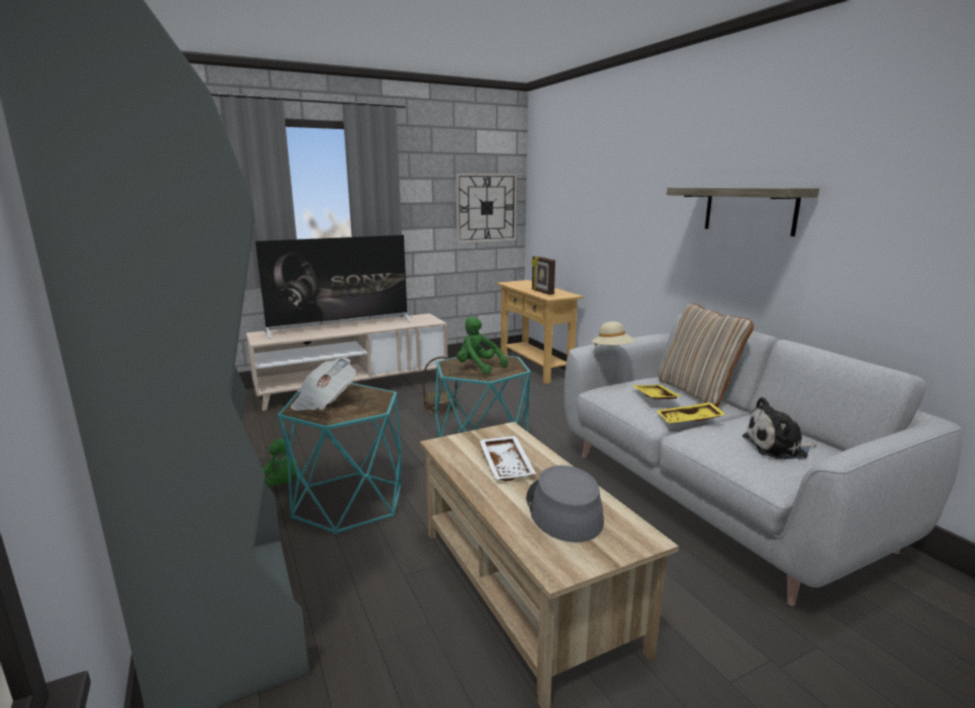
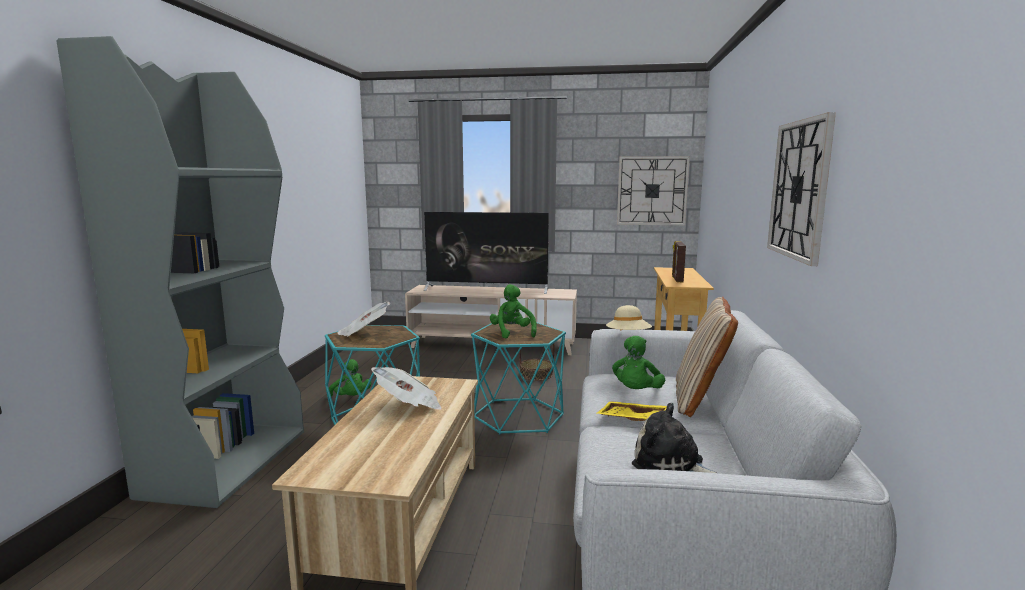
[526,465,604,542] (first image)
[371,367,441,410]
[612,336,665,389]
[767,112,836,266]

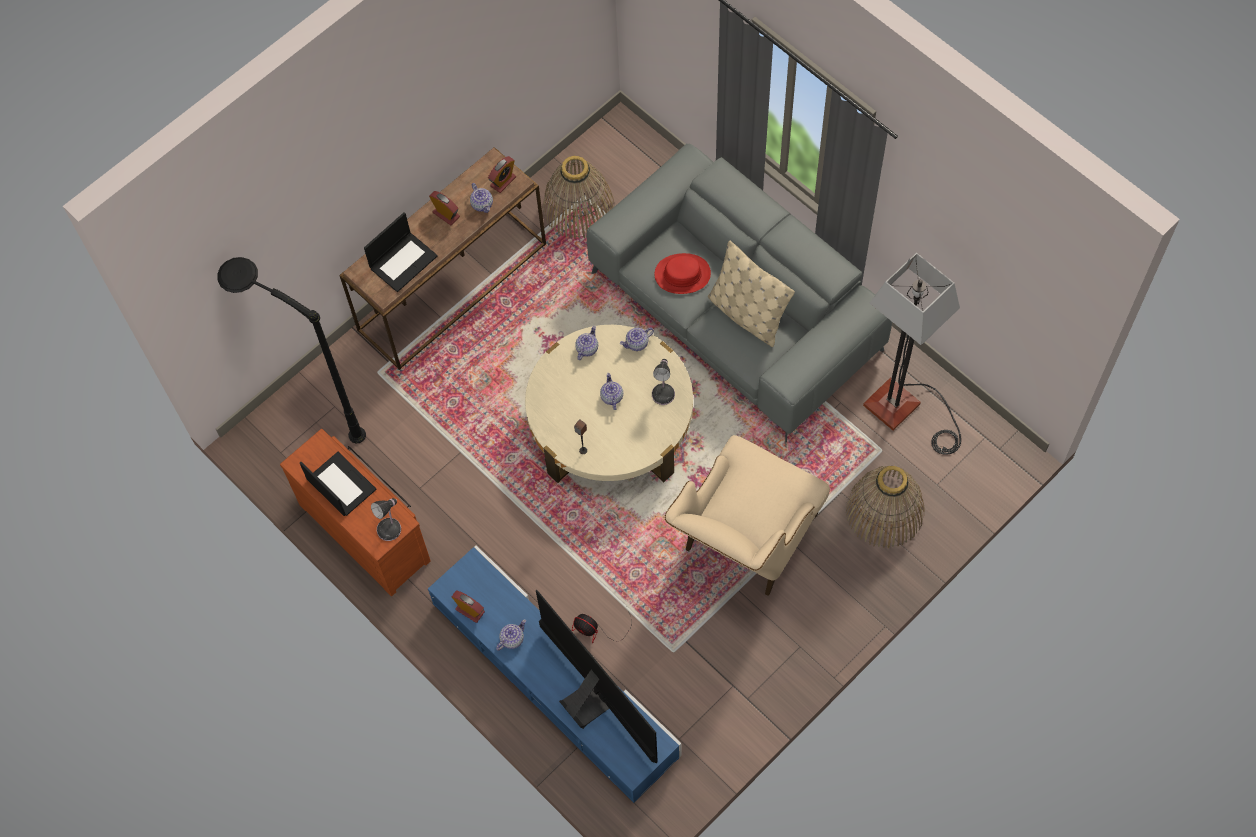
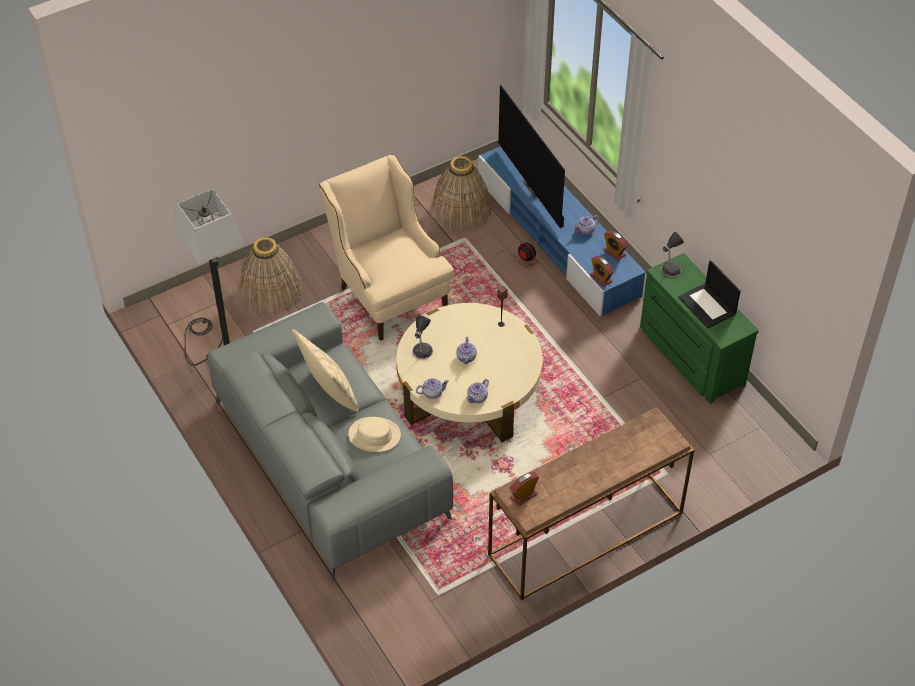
[217,257,366,443] (first image)
[364,212,438,292] (first image)
[470,183,493,213] (first image)
[590,256,614,287]
[431,156,491,232]
[640,253,758,404]
[348,417,401,452]
[319,155,453,341]

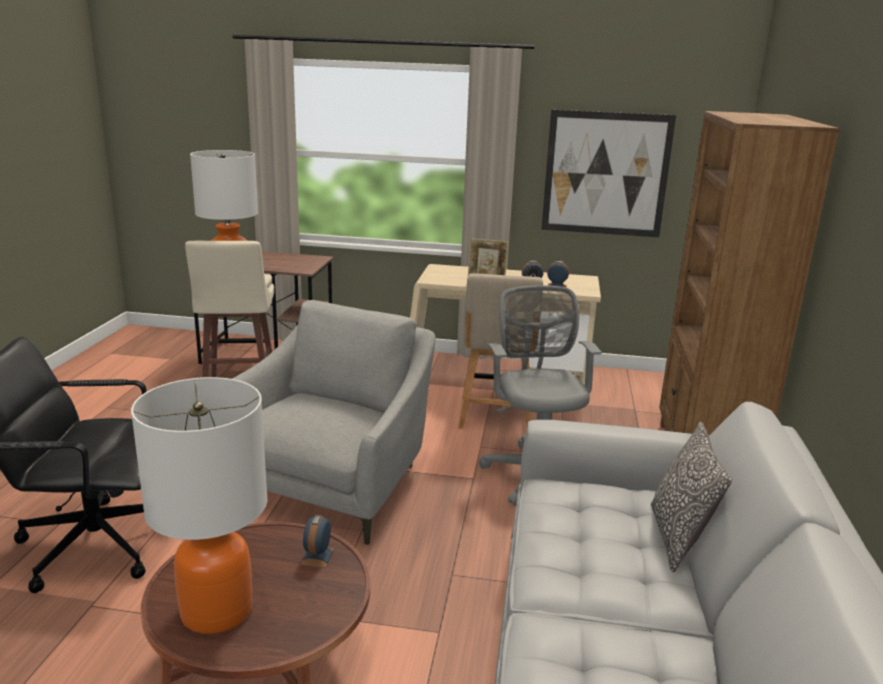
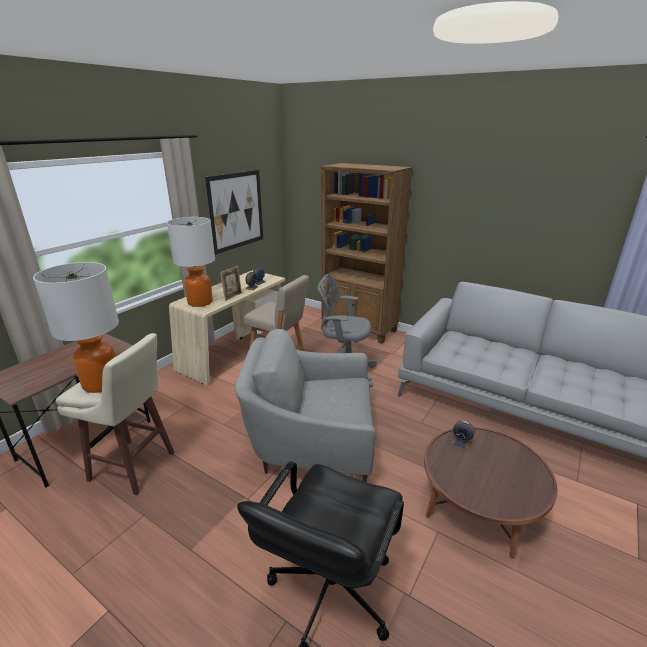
[651,422,732,572] (first image)
[167,217,215,307]
[235,329,376,482]

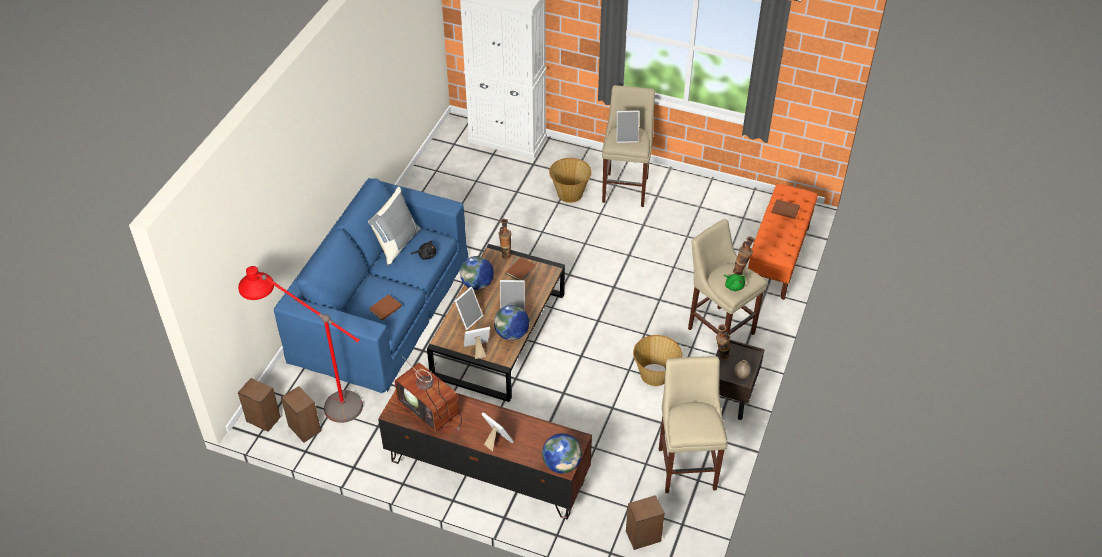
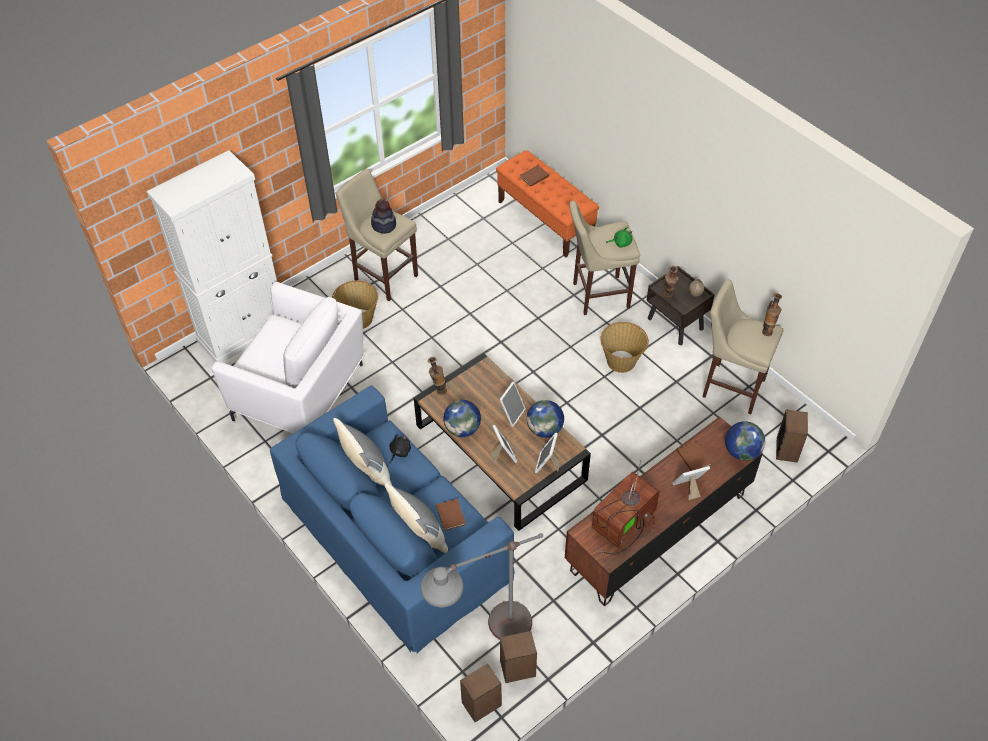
[211,282,364,434]
[385,483,448,553]
[677,441,712,471]
[762,293,782,336]
[371,199,396,234]
[421,533,543,640]
[592,460,660,554]

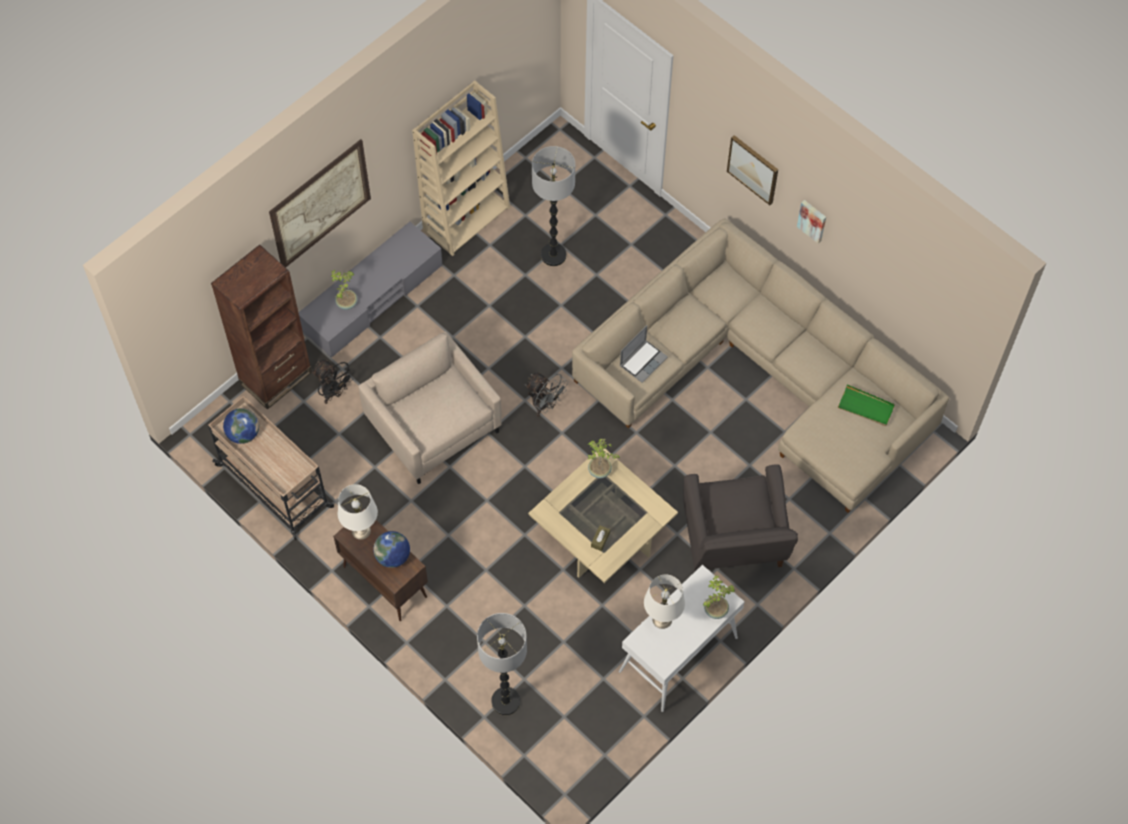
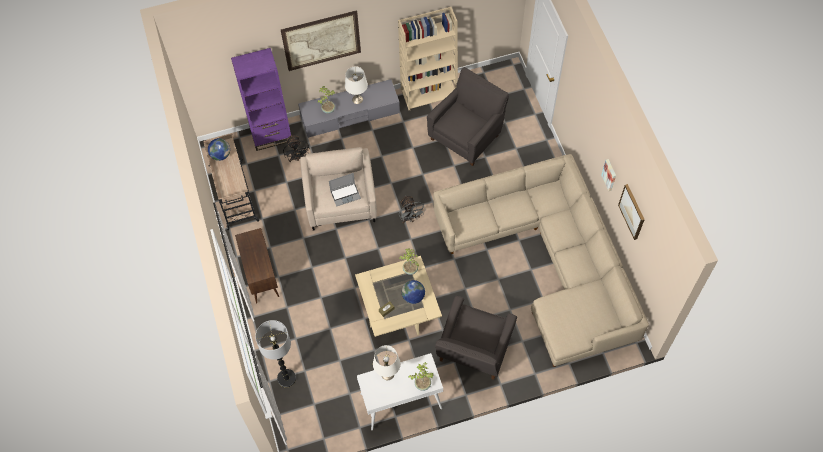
[837,384,895,426] (first image)
[345,66,368,104]
[402,280,425,304]
[329,173,361,207]
[618,184,645,240]
[427,67,509,166]
[231,48,291,151]

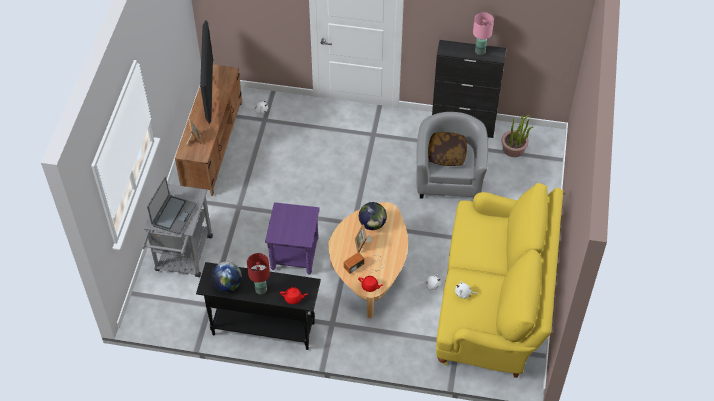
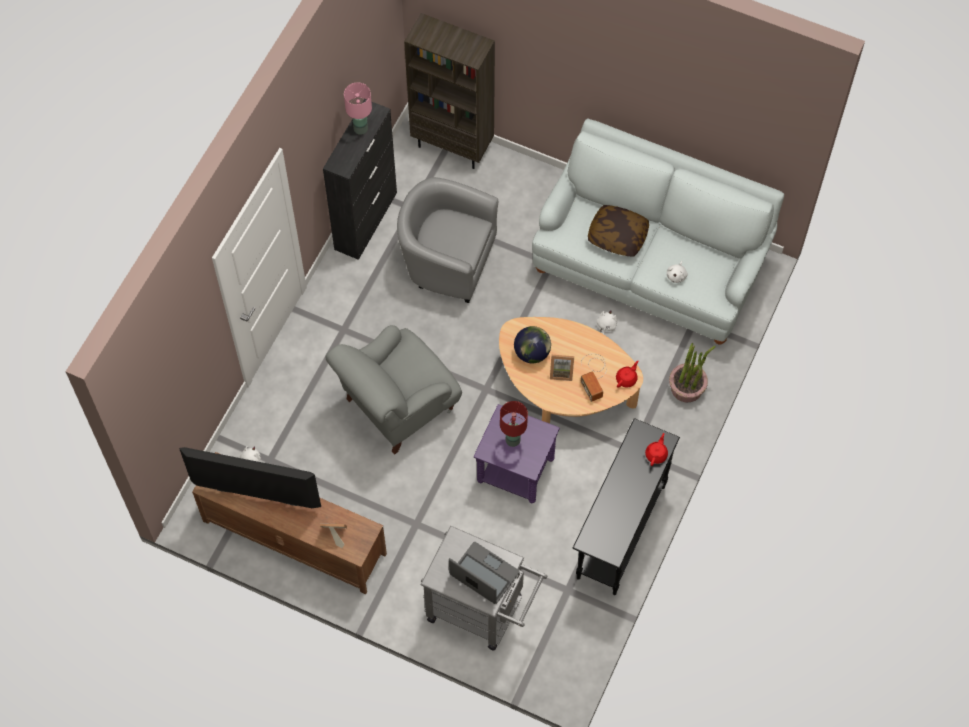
[211,261,242,292] (first image)
[325,325,462,455]
[404,13,495,169]
[500,401,528,447]
[588,205,649,257]
[669,343,716,402]
[532,119,784,344]

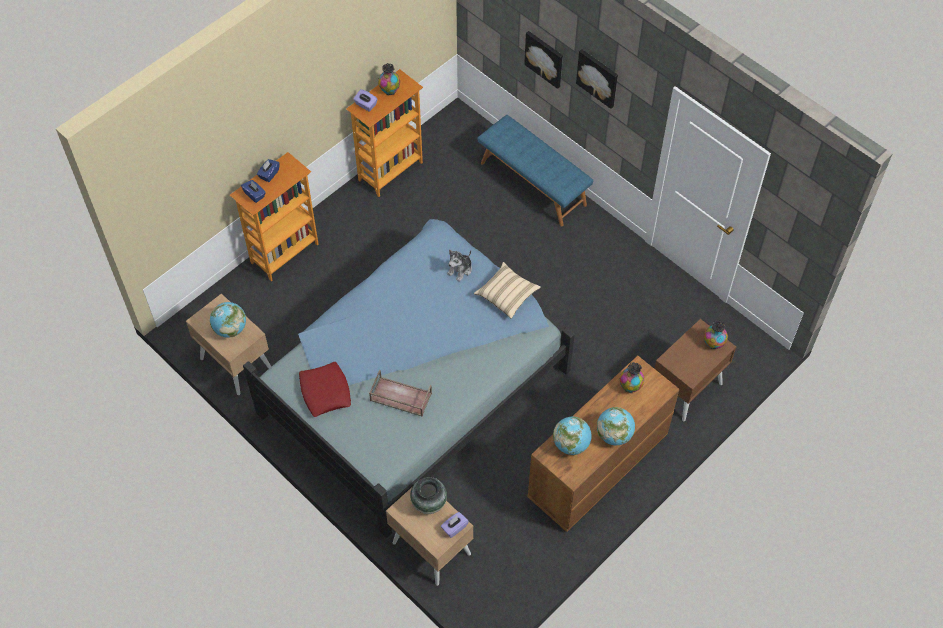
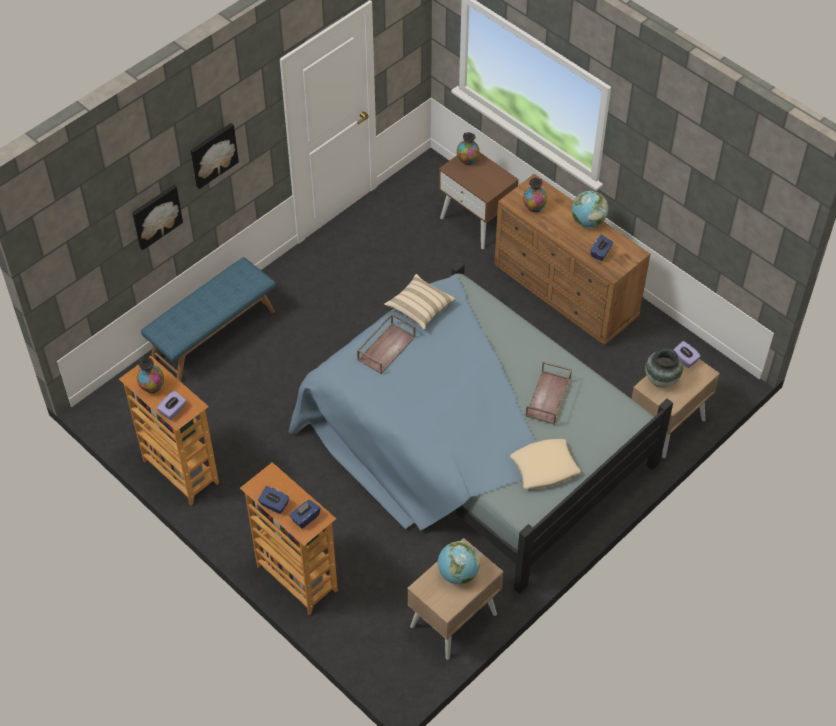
[357,314,416,374]
[590,235,613,261]
[510,439,581,489]

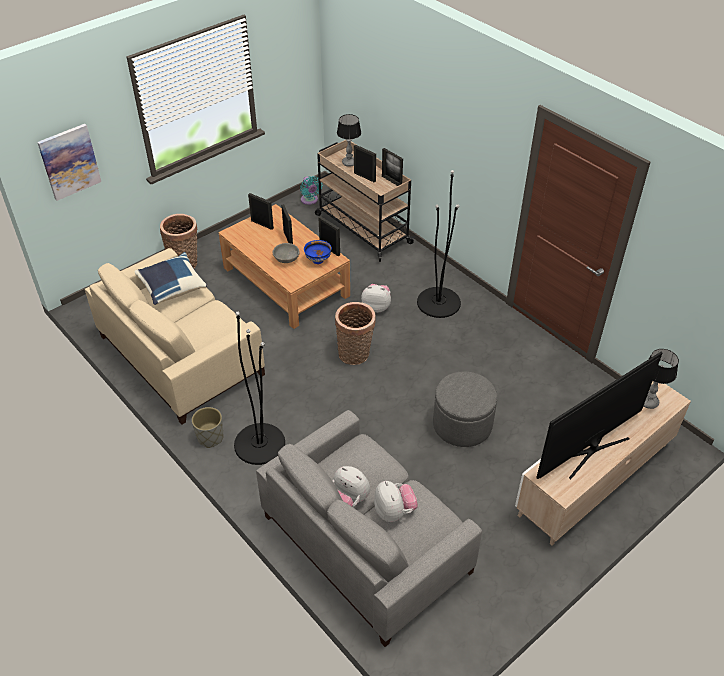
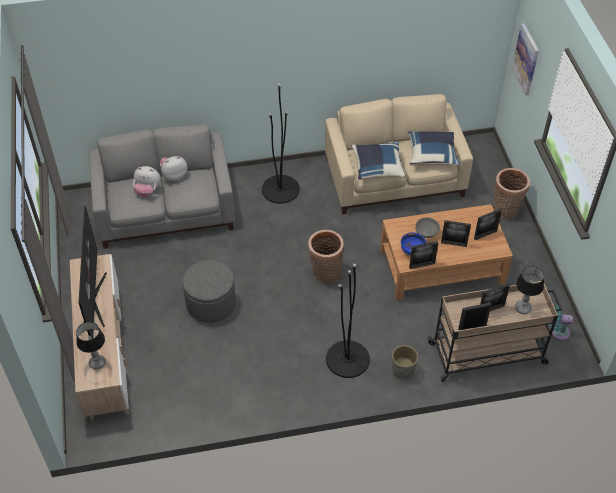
[361,284,391,313] (first image)
[352,141,406,180]
[392,345,418,379]

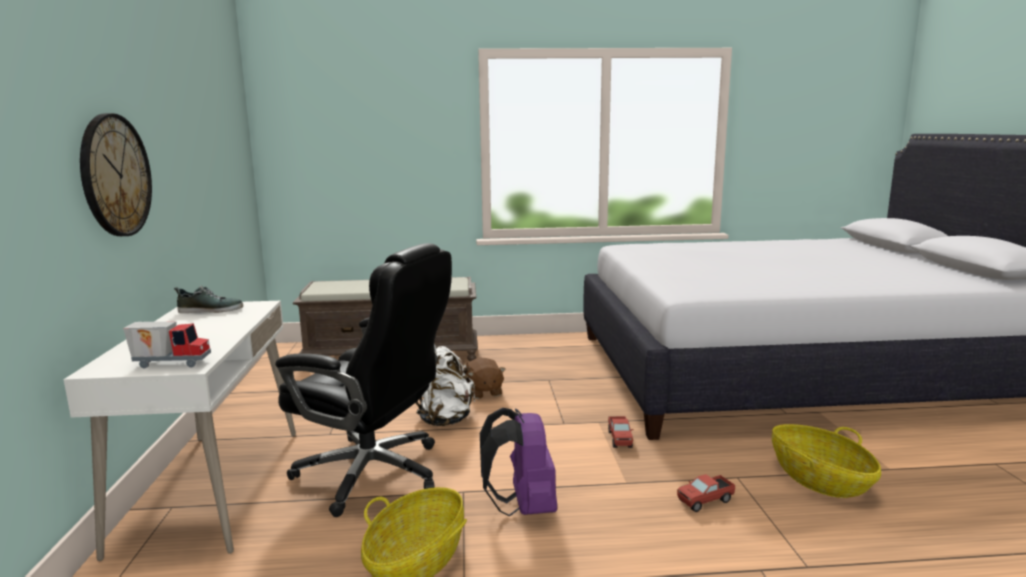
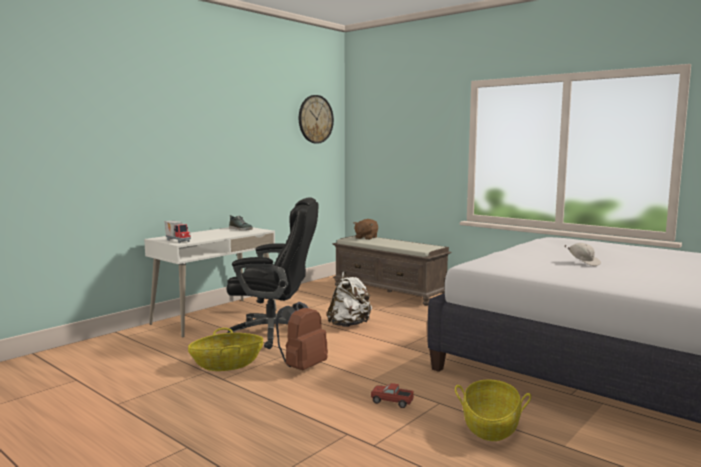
[608,416,633,448] (first image)
[565,243,601,266]
[299,95,334,143]
[354,219,378,240]
[276,302,328,370]
[226,197,319,349]

